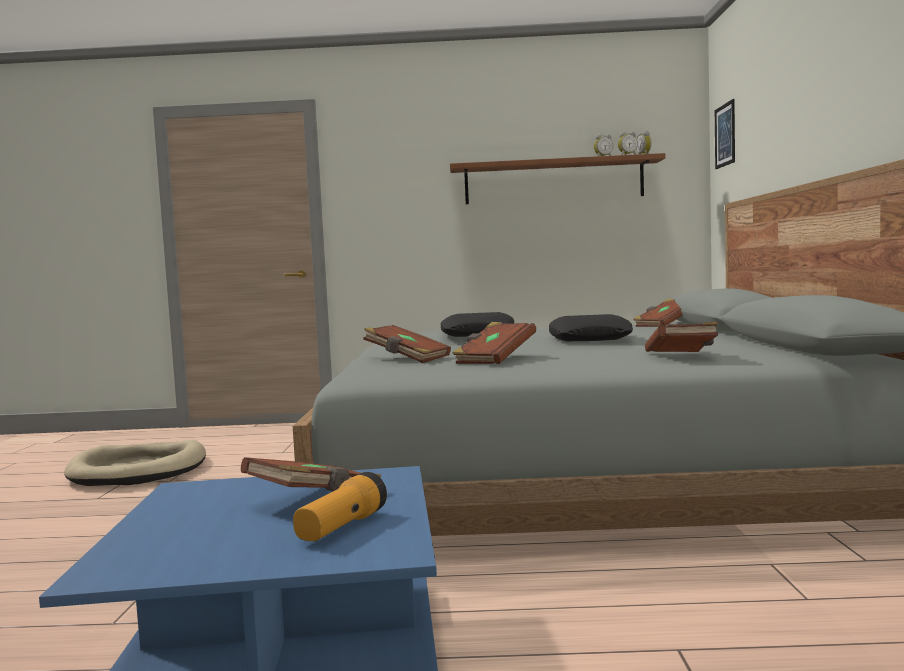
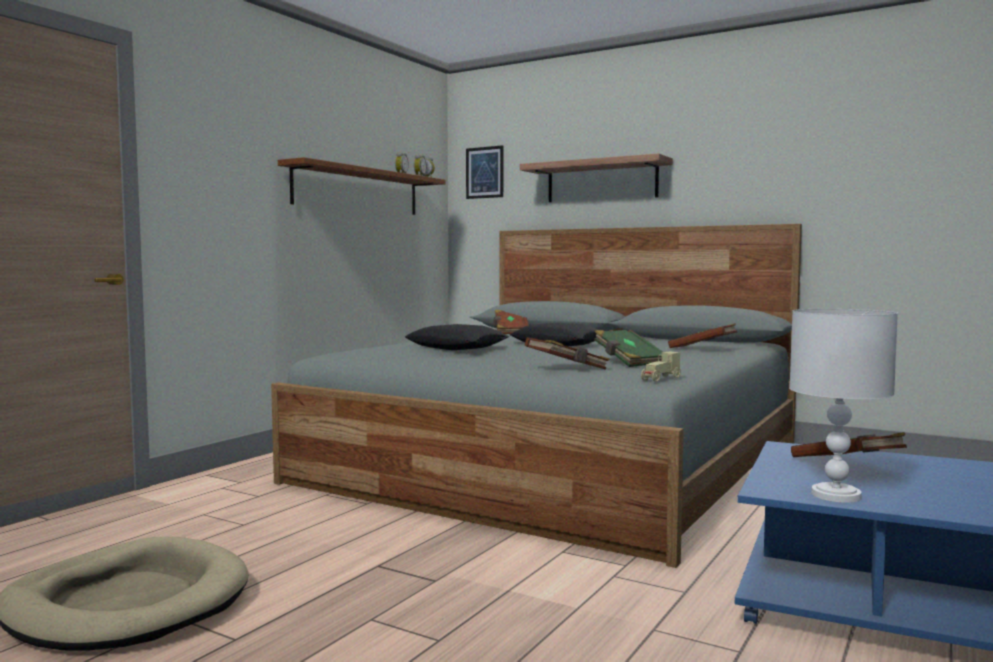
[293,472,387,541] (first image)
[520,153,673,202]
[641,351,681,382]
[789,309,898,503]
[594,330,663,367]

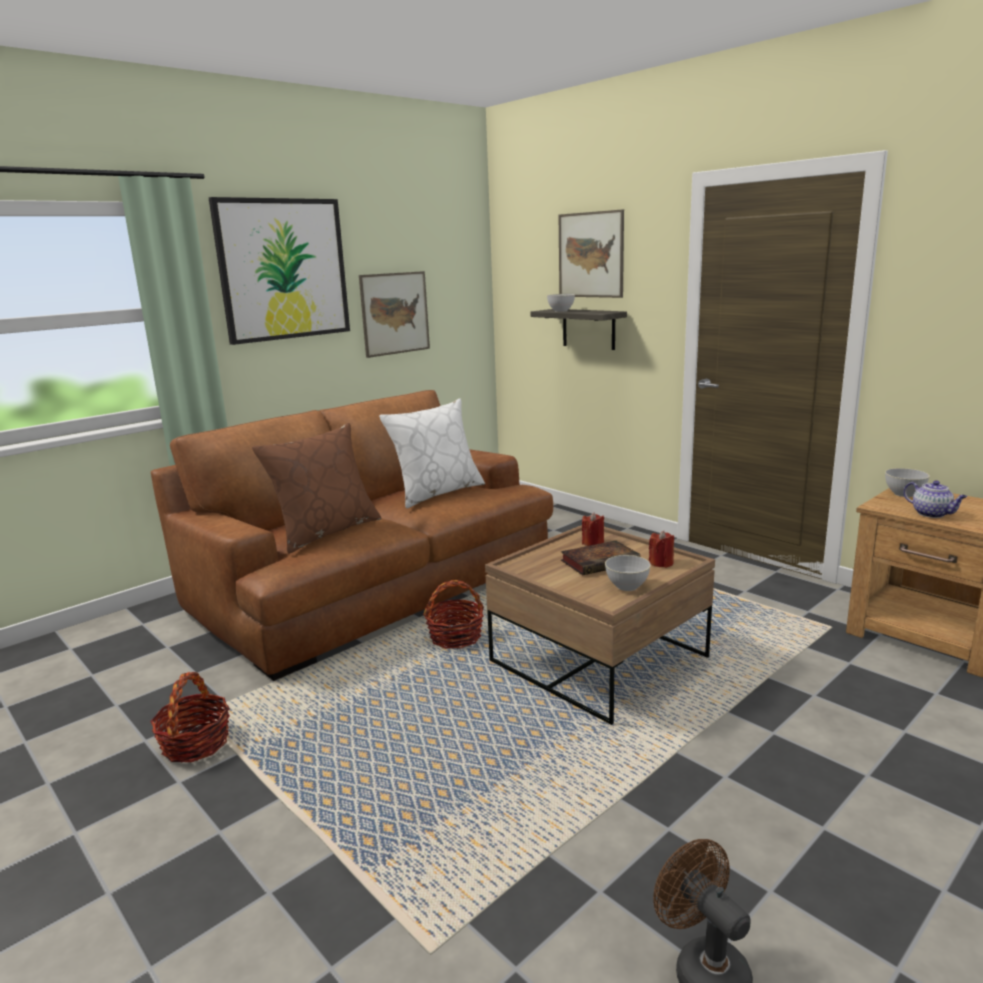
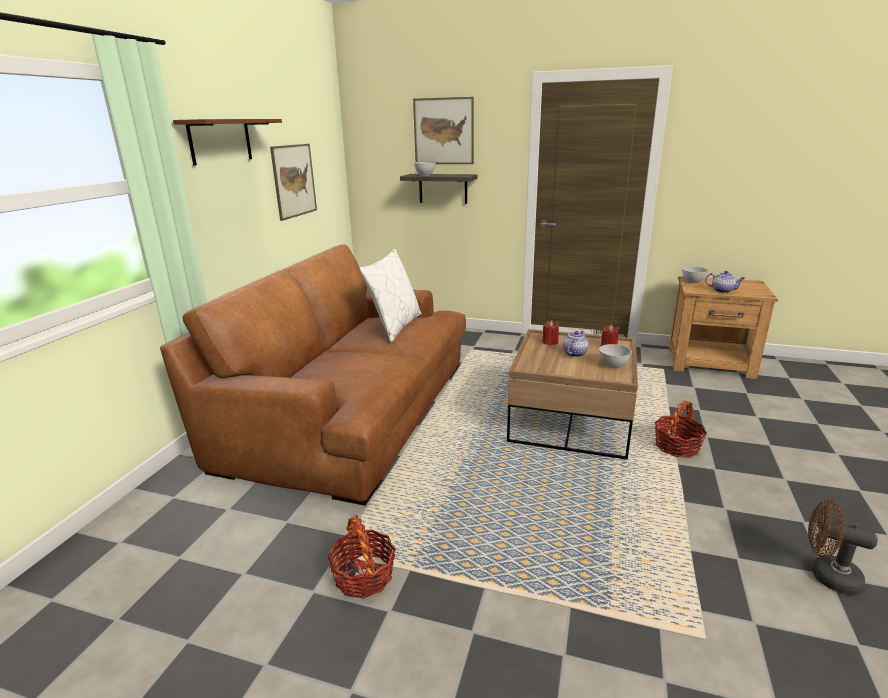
[252,423,381,554] (first image)
[655,401,708,458]
[173,119,282,166]
[563,331,588,357]

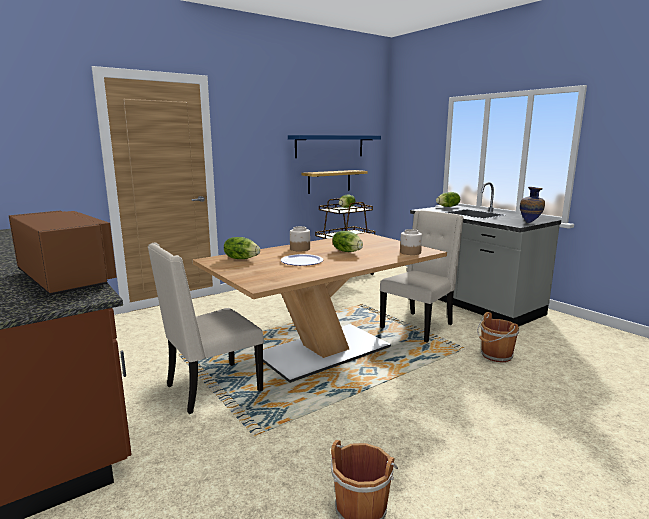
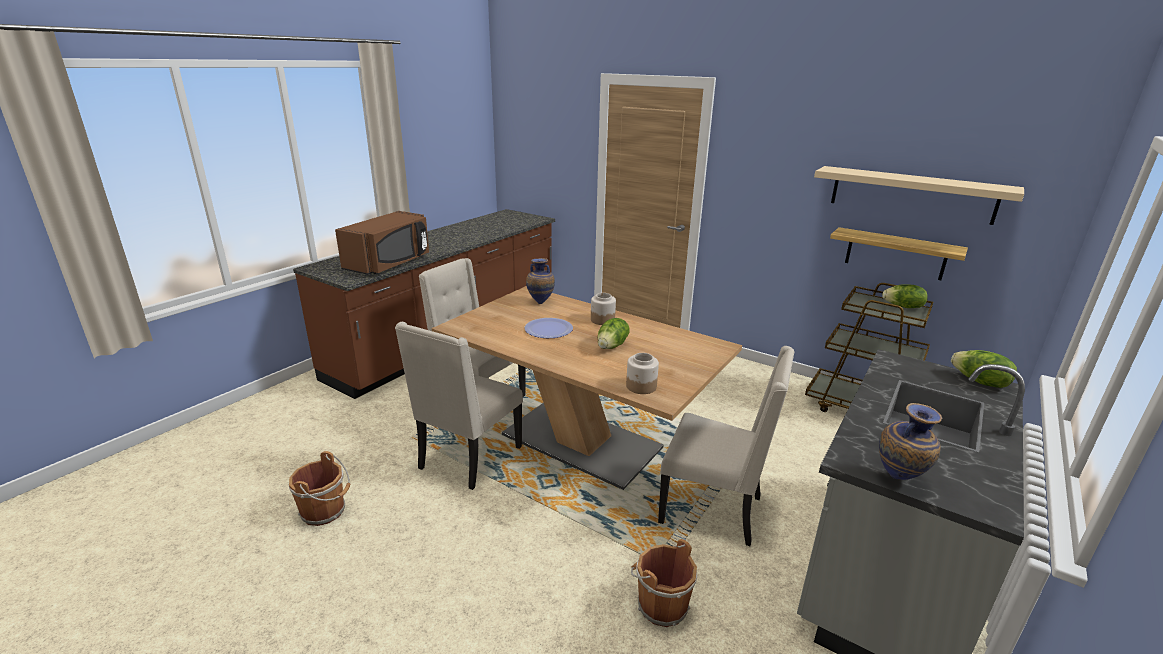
[395,322,523,490]
[526,258,555,304]
[814,166,1024,225]

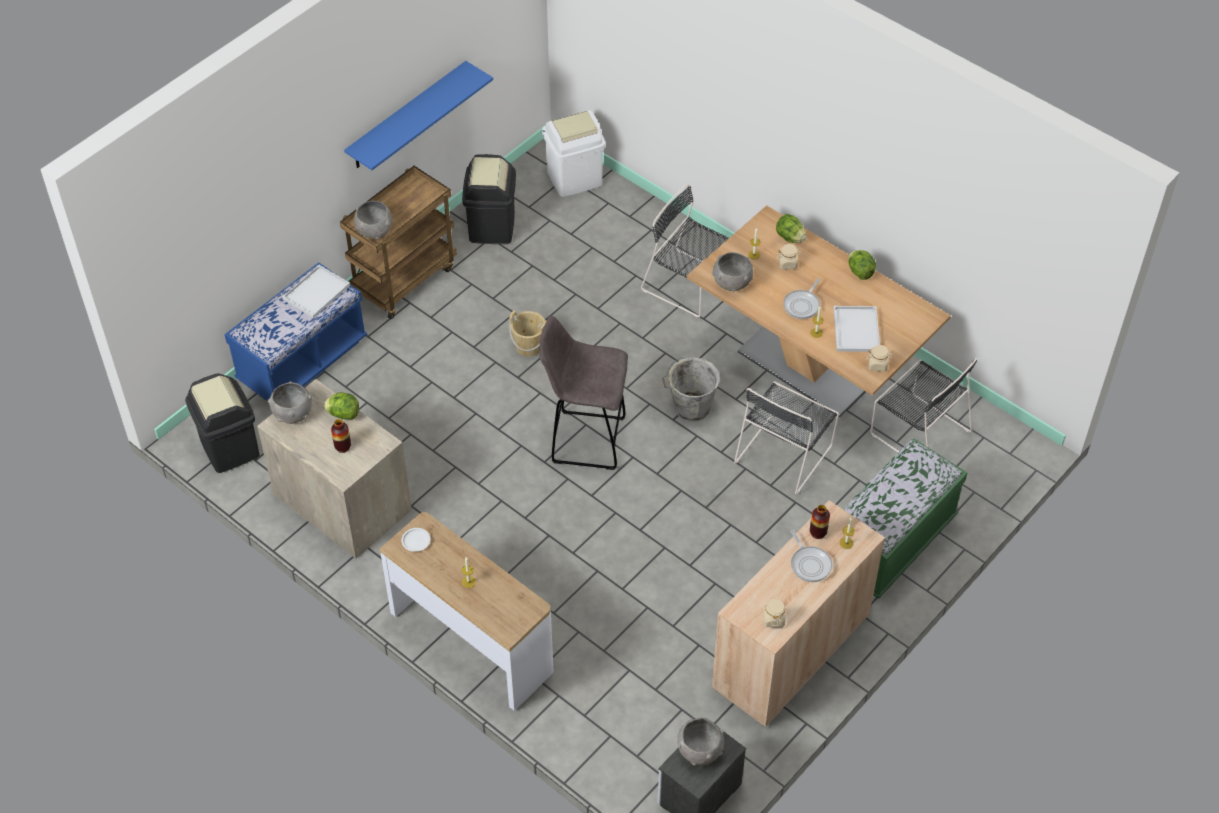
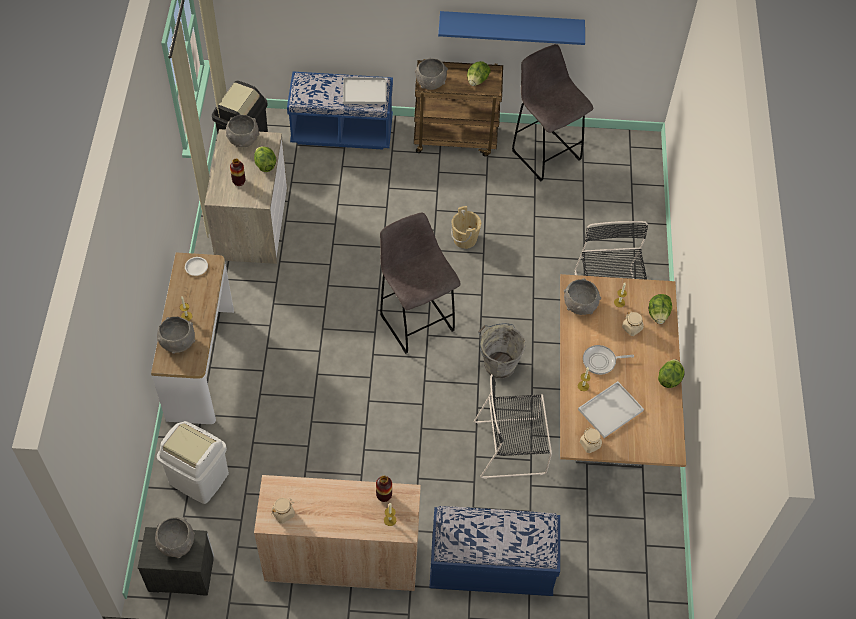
[791,530,832,582] (first image)
[870,358,977,452] (first image)
[157,317,195,354]
[467,61,491,86]
[157,421,229,504]
[512,44,593,181]
[429,506,560,596]

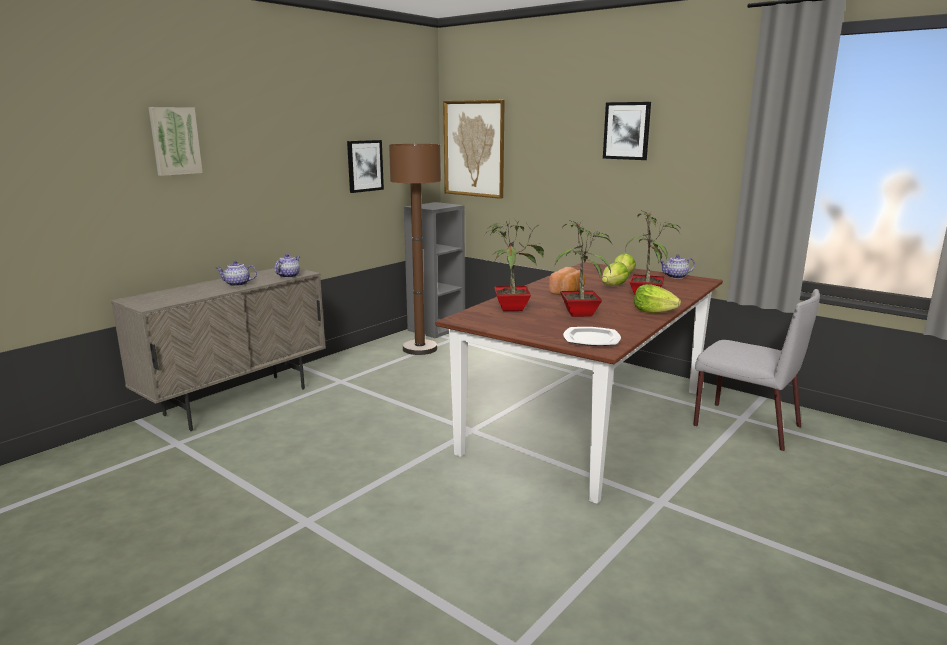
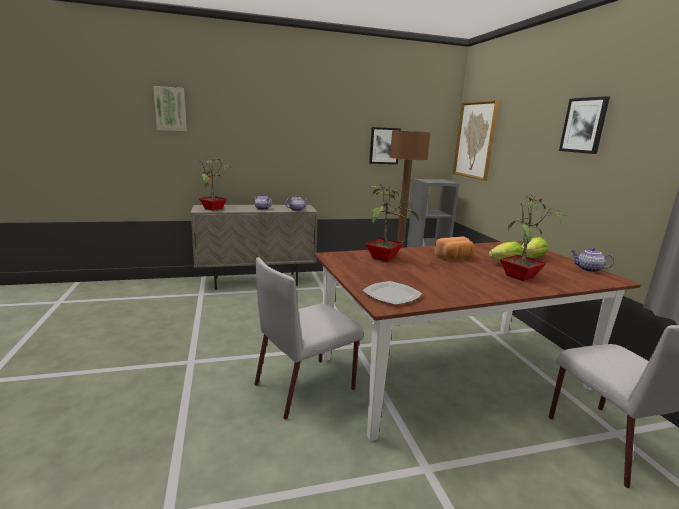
[634,284,681,313] (first image)
[254,257,363,420]
[153,86,187,131]
[199,156,230,211]

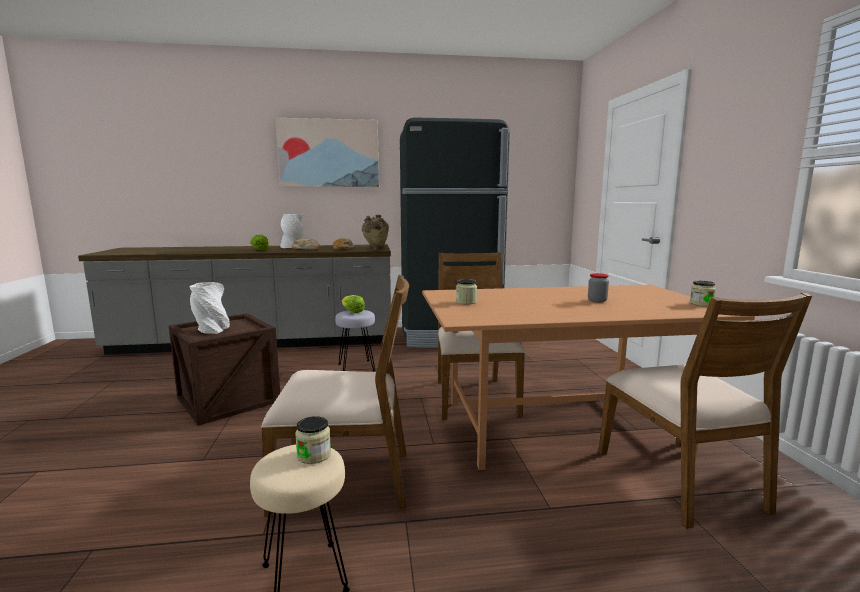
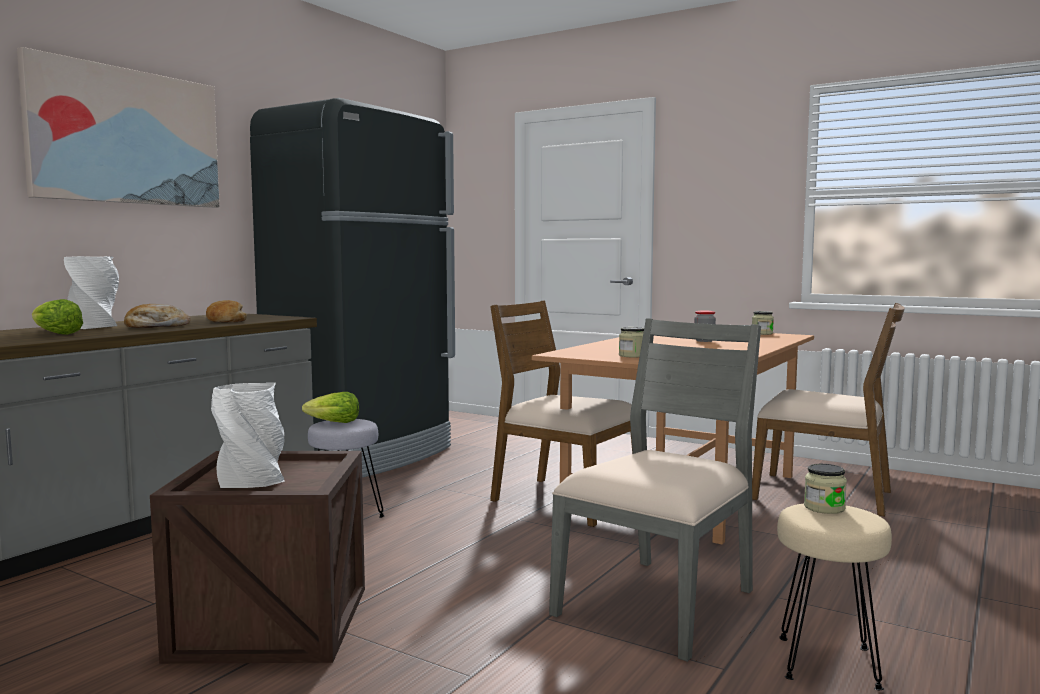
[362,215,389,250] (first image)
[549,318,761,662]

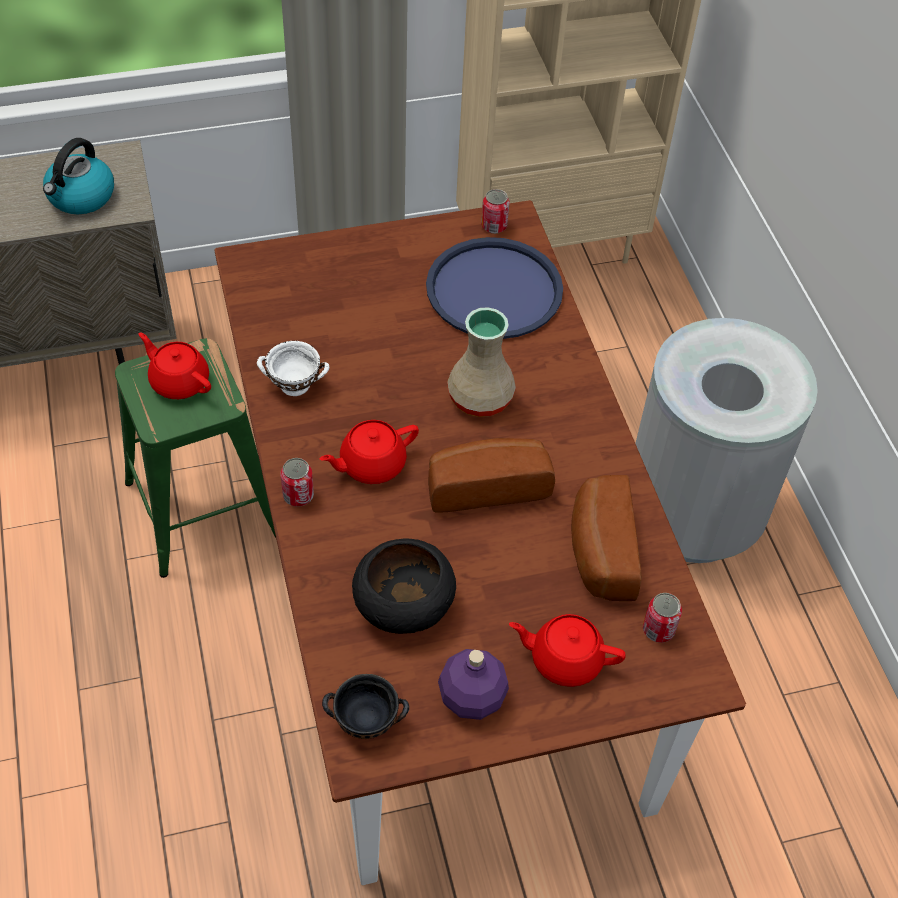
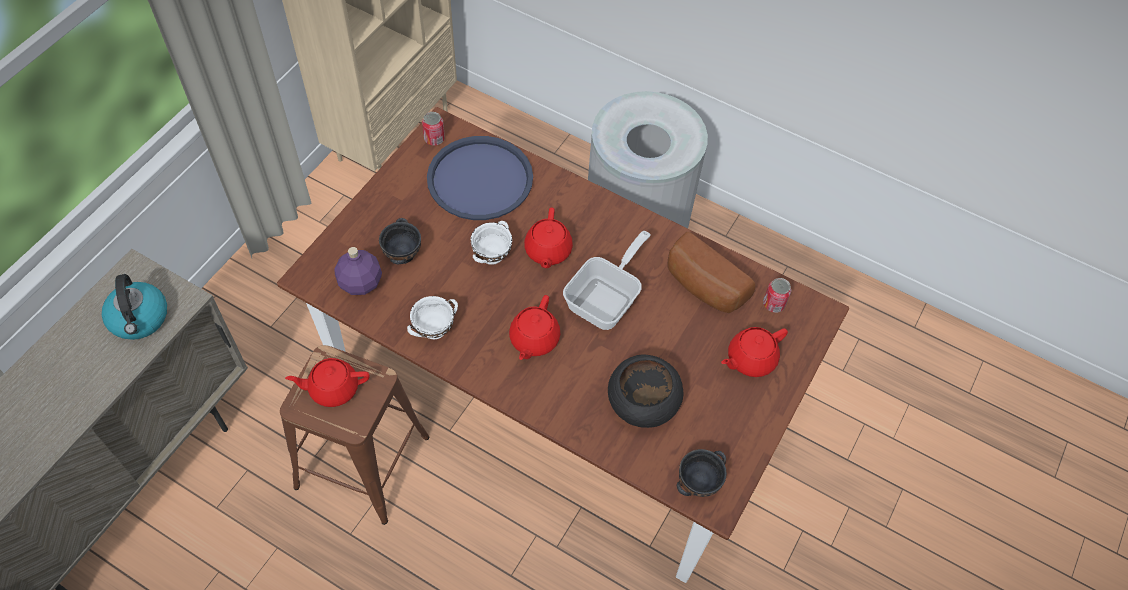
[281,458,314,507] (first image)
[379,218,421,264]
[471,221,512,265]
[334,247,382,295]
[563,231,651,330]
[524,208,573,268]
[280,345,429,525]

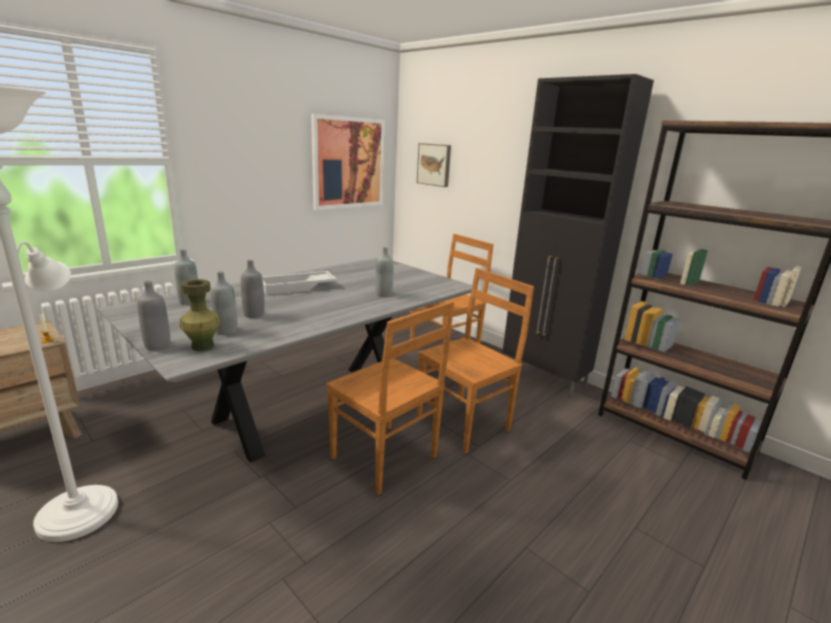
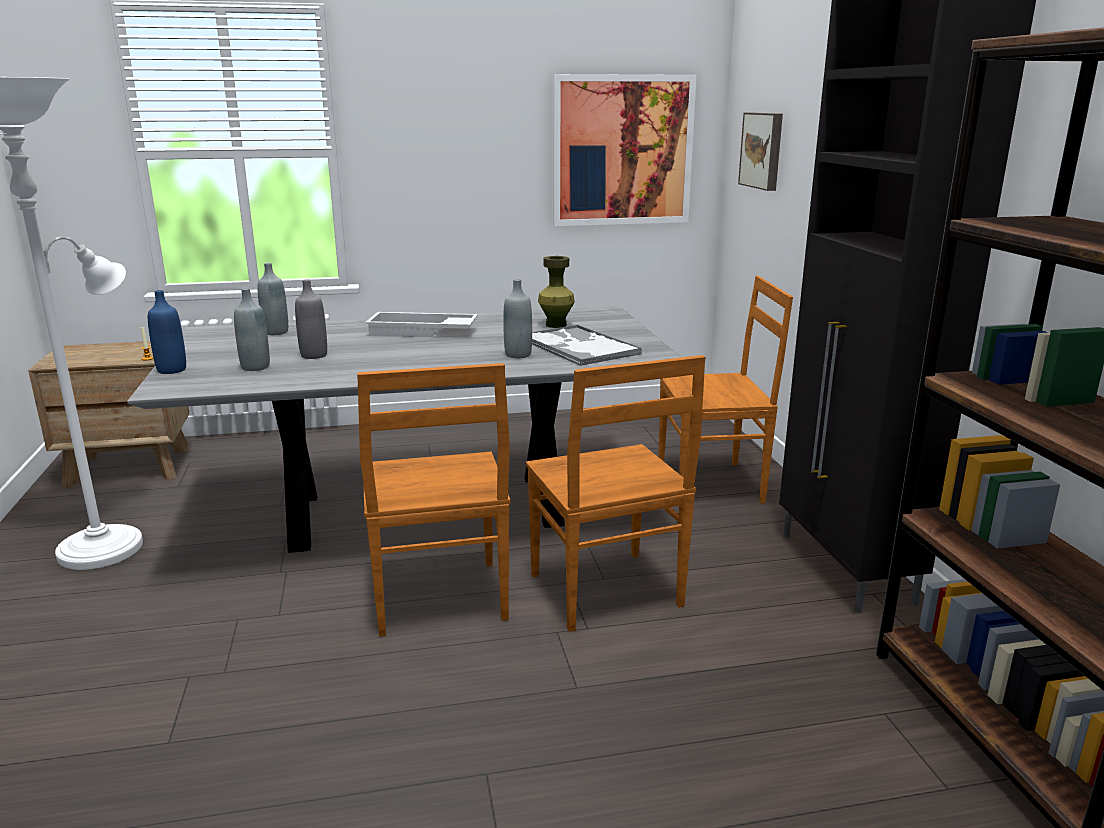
[532,325,642,366]
[538,256,575,328]
[148,290,186,374]
[526,355,705,632]

